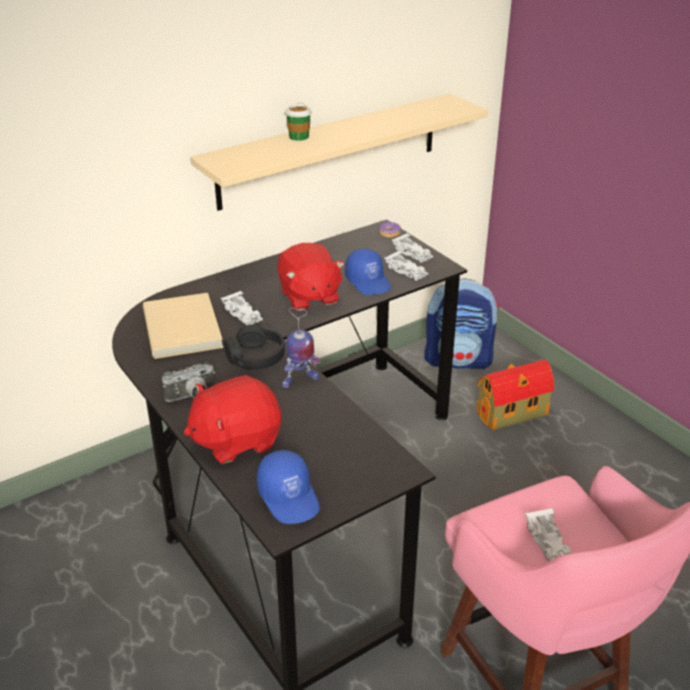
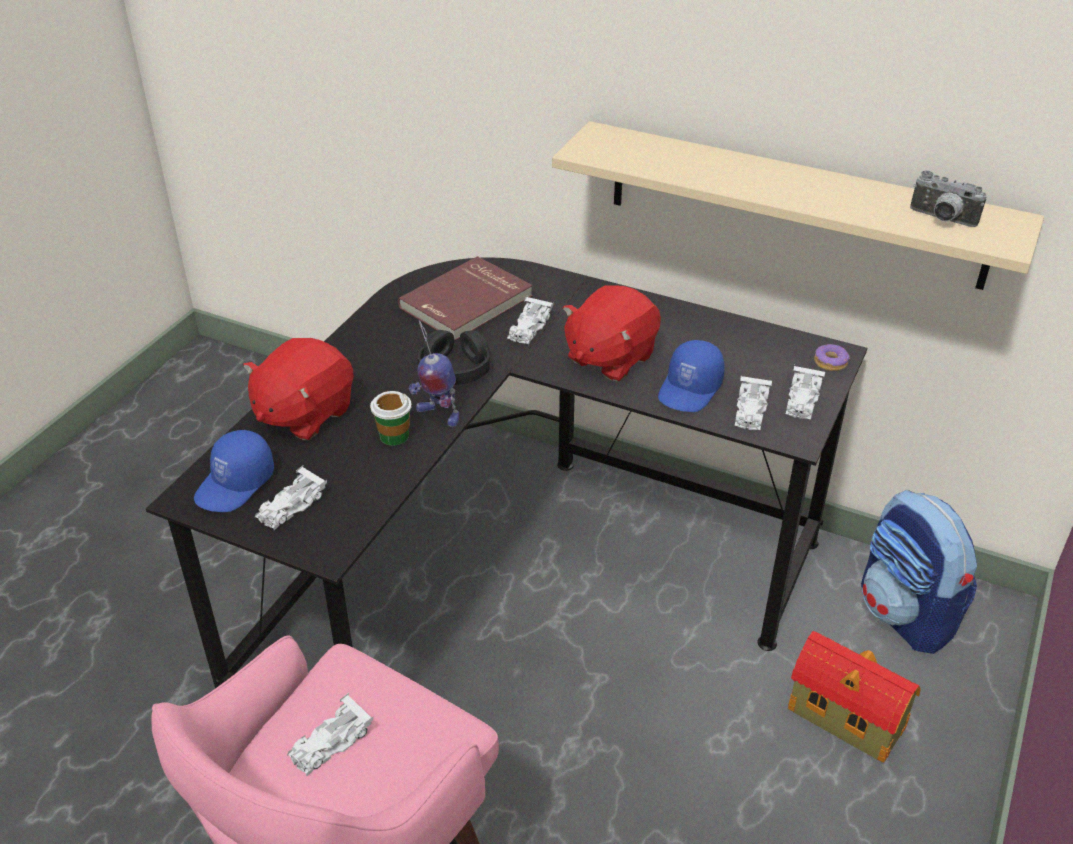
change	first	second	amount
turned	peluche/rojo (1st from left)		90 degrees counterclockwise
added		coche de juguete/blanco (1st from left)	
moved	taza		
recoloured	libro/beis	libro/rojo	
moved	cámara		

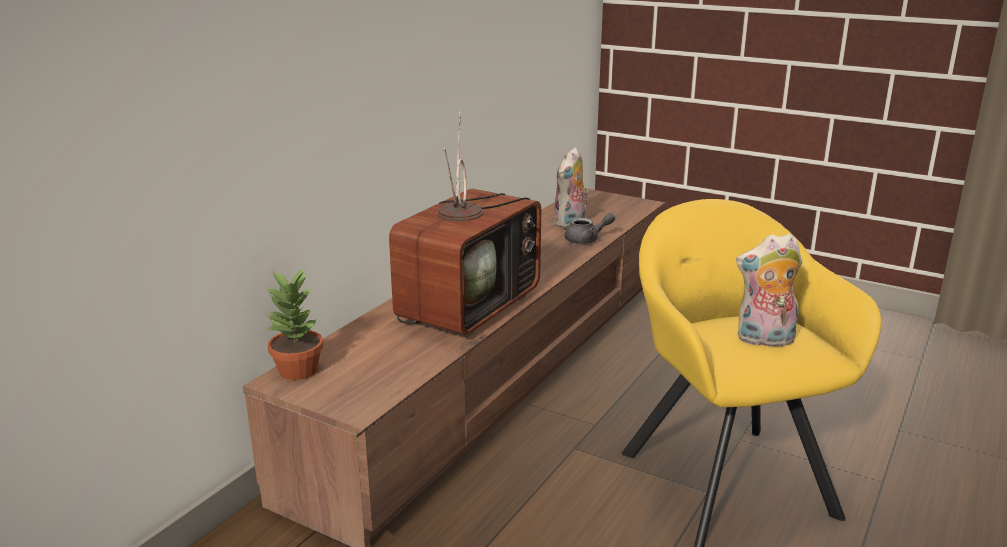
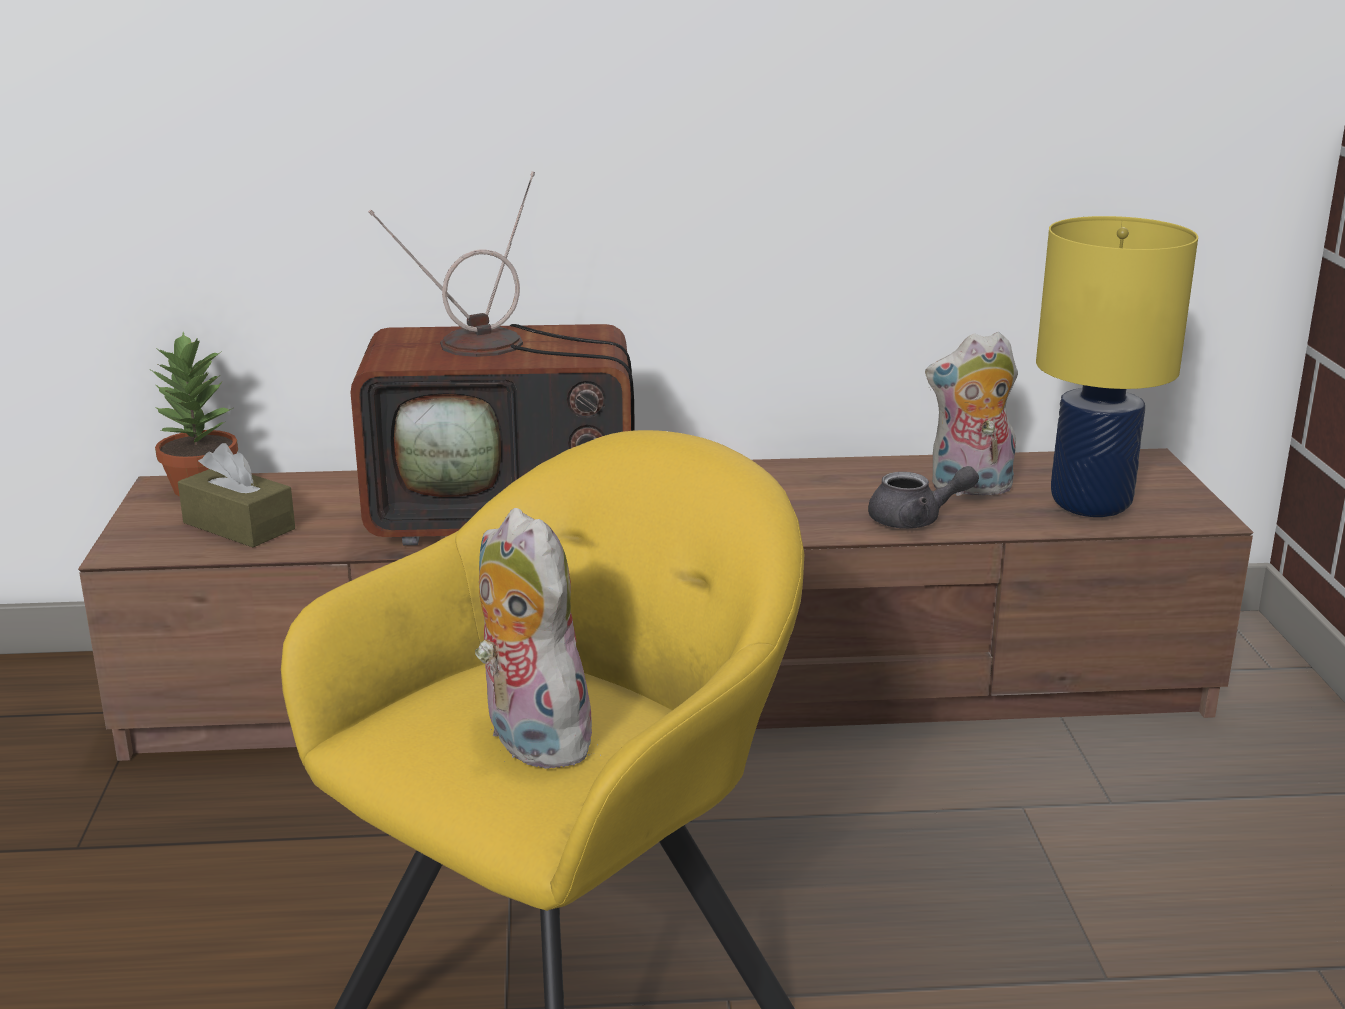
change	first	second	amount
added		caja de pañuelos/marrón	
turned	tetera/gris		45 degrees counterclockwise
added		lámpara de mesa/amarillo	

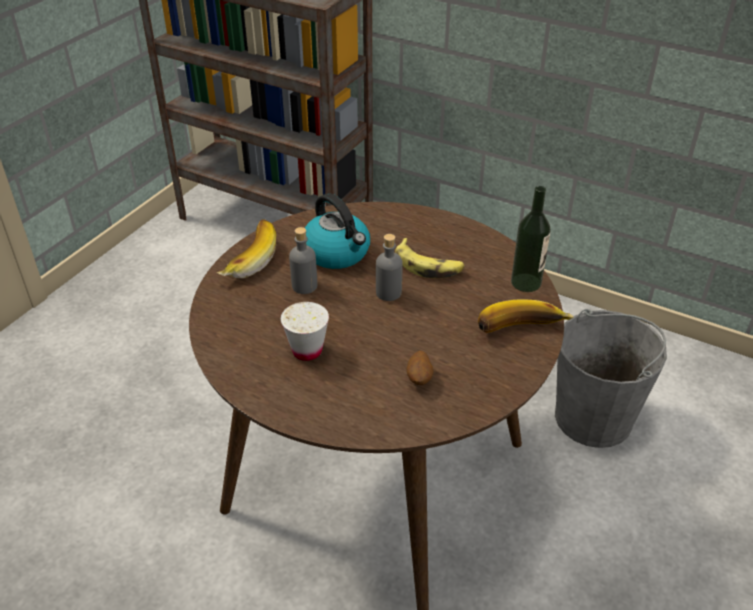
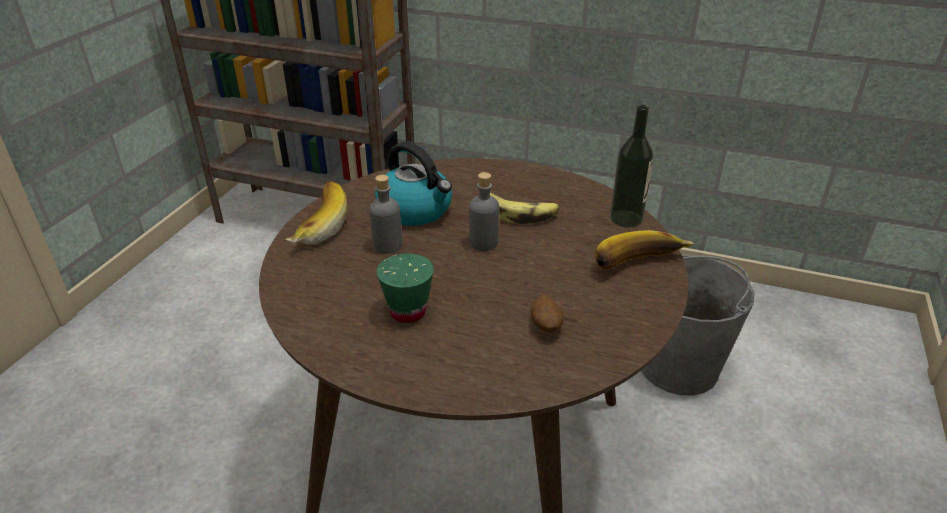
change	first	second	amount
recoloured	taza/blanco	taza/verde	

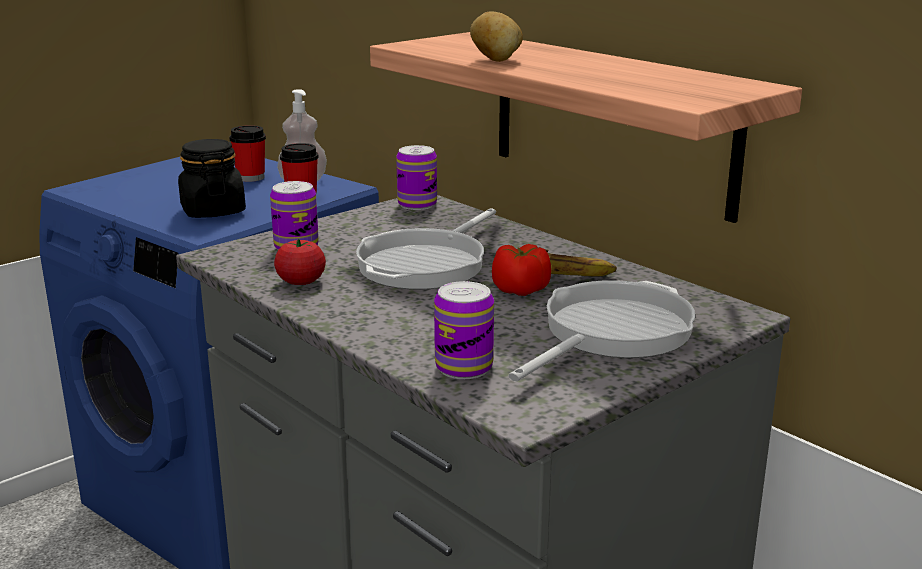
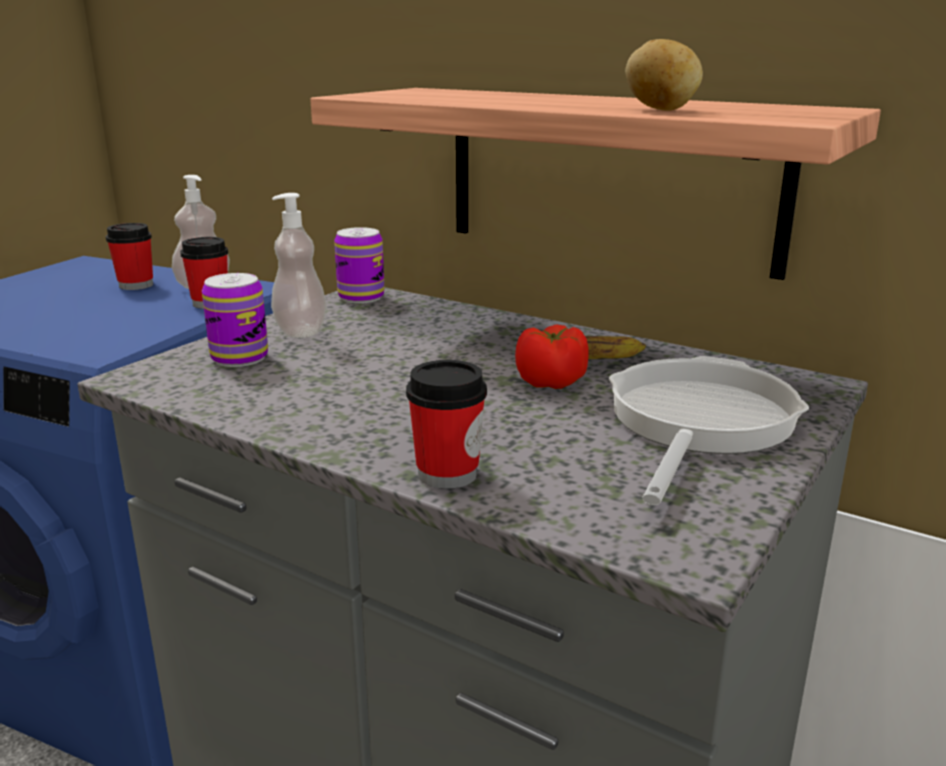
change	first	second	amount
added		dispensador de jabón (2nd from left)	
added		taza (3rd from left)	
moved	patata		
removed	tarro/negro		
removed	tomate (1st from left)		
removed	sartén (1st from left)		
removed	lata (3rd from left)		

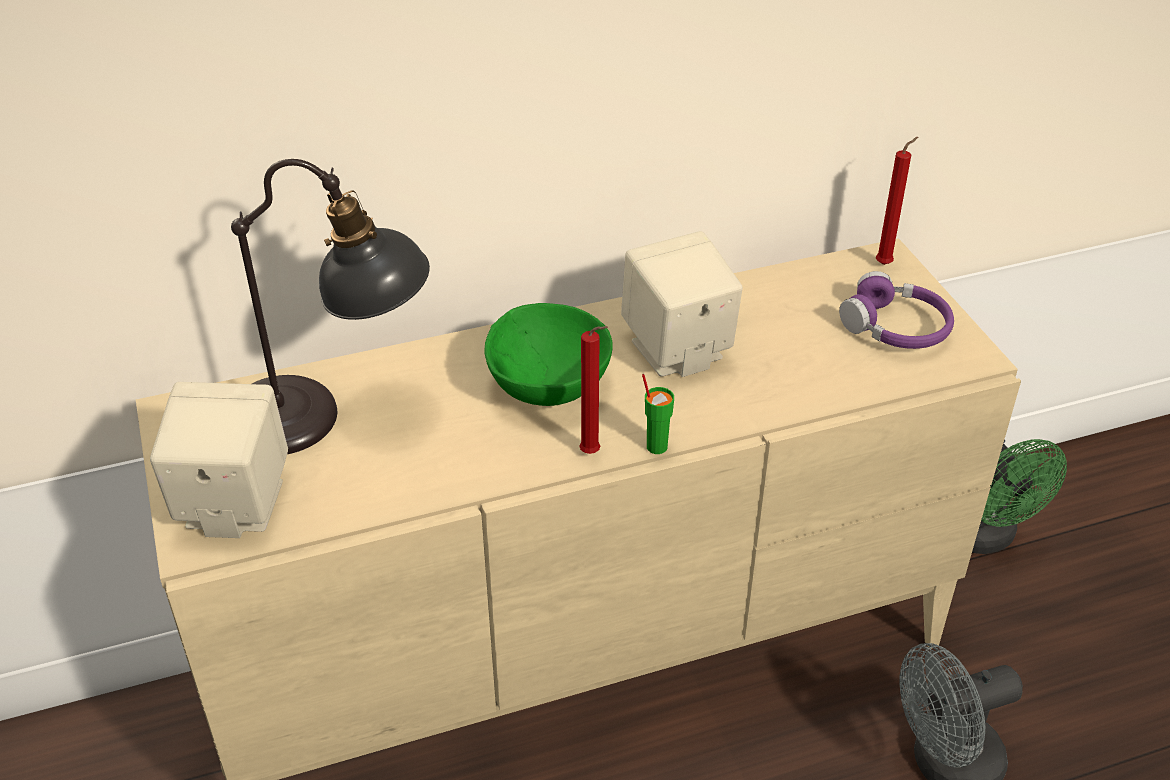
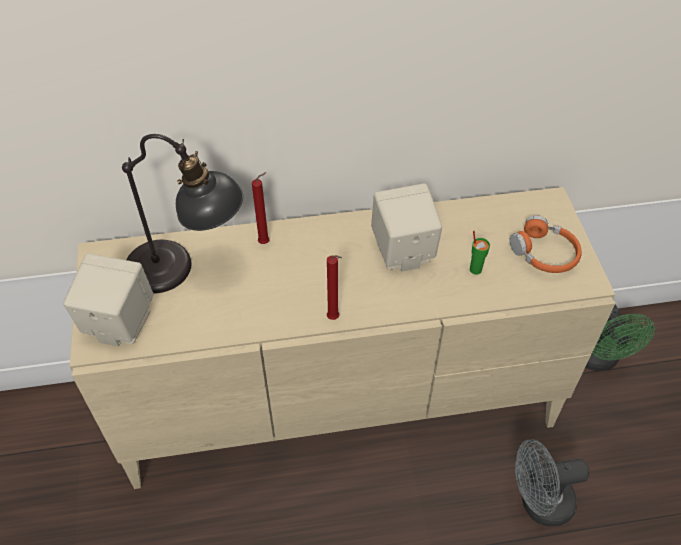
change	first	second	amount
moved	vela/rojo (2nd from left in the first image)	vela/rojo (1st from left)	
moved	taza/verde		
recoloured	auriculares/morado	auriculares/naranja	
removed	cuenco/verde		

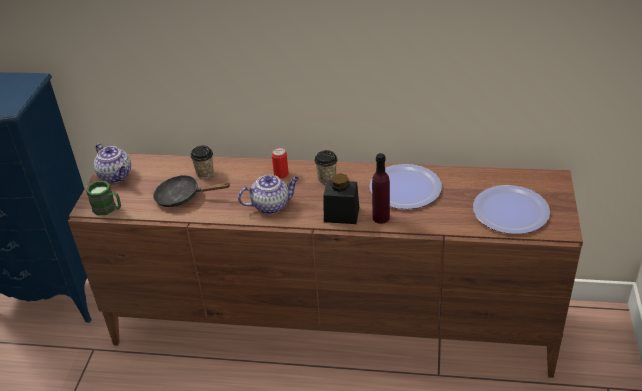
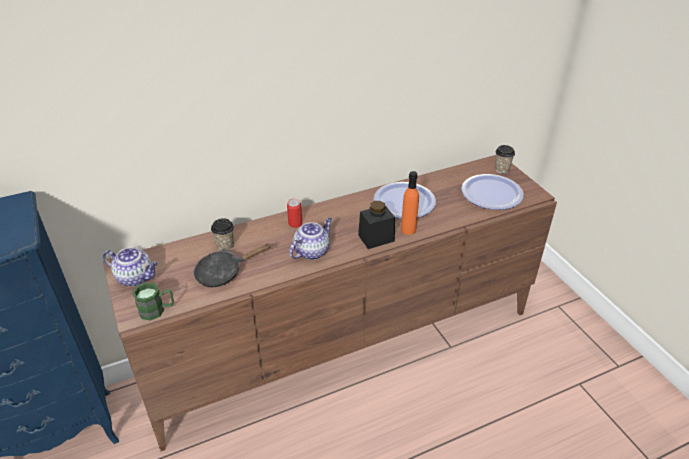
change	first	second	amount
recoloured	botella/morado	botella/naranja	
moved	taza (2nd from left)		

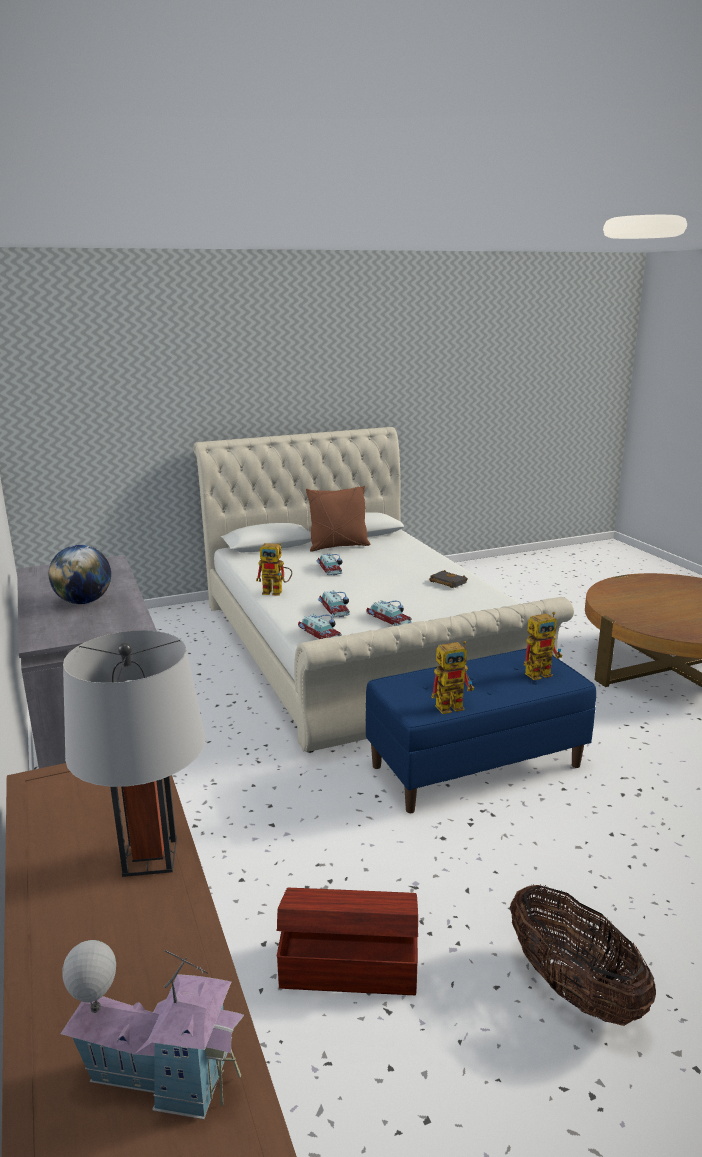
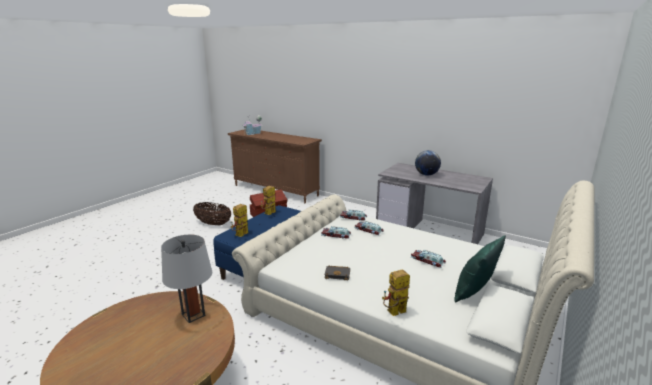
change	first	second	amount
moved	lámpara de mesa/gris		
moved	robot de juguete (1st from left in the first image)	robot de juguete (3rd from left)	
recoloured	cojín/marrón	cojín/verde	

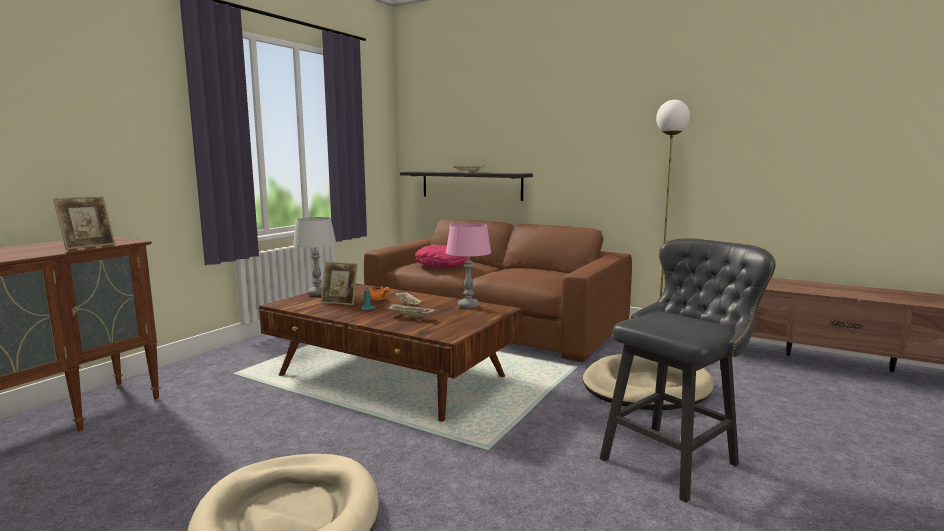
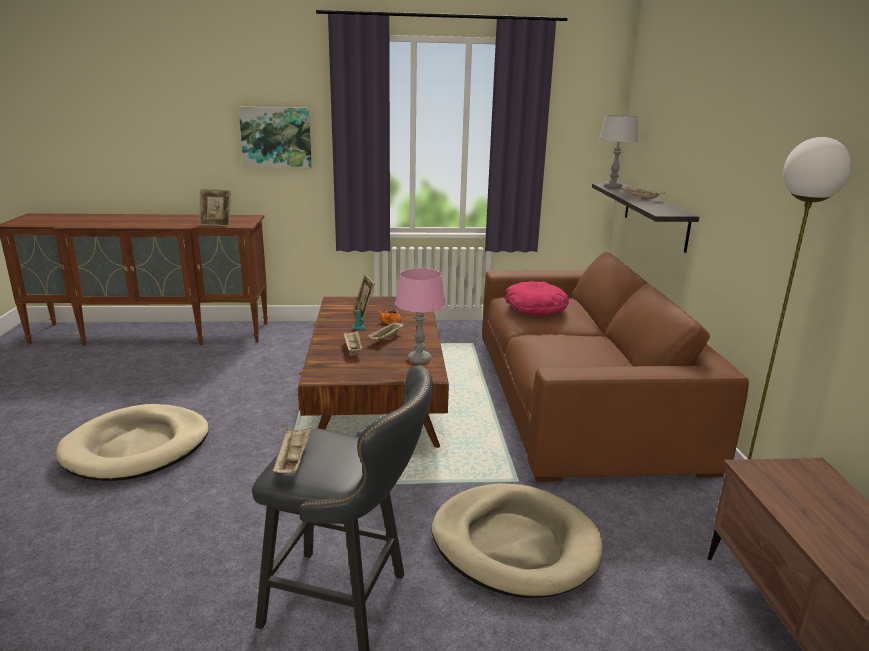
change	first	second	amount
added		cuadro	
added		bandeja/beis (1st from left)	
moved	lámpara de mesa/gris		

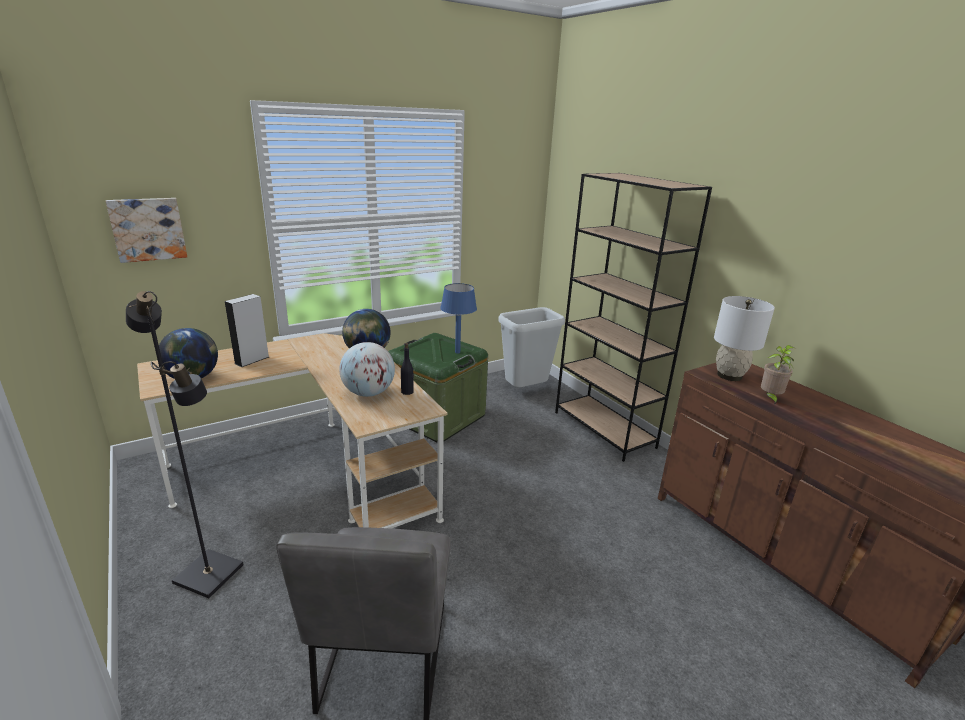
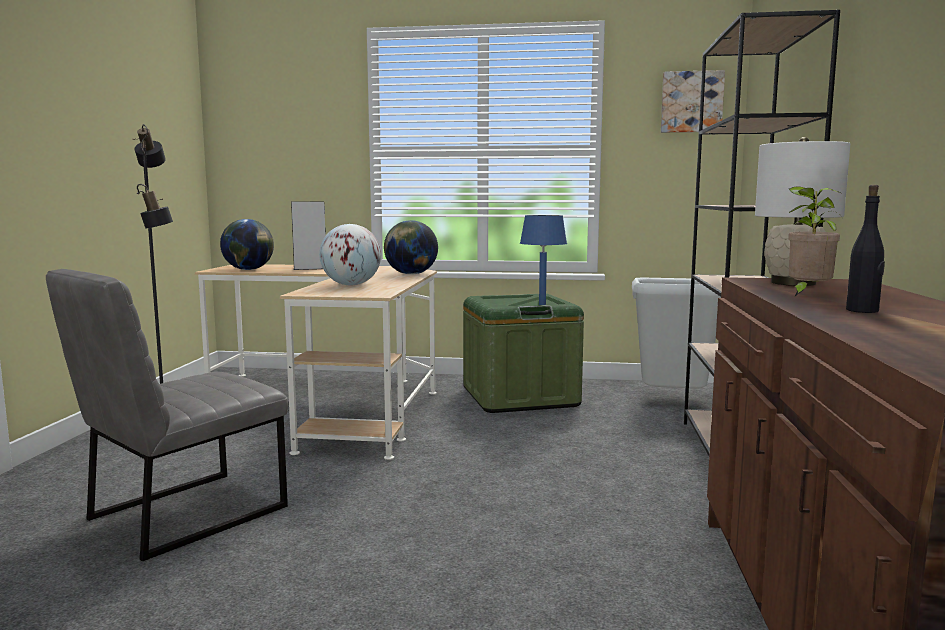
change	first	second	amount
moved	cuadro		
moved	botella/negro		

